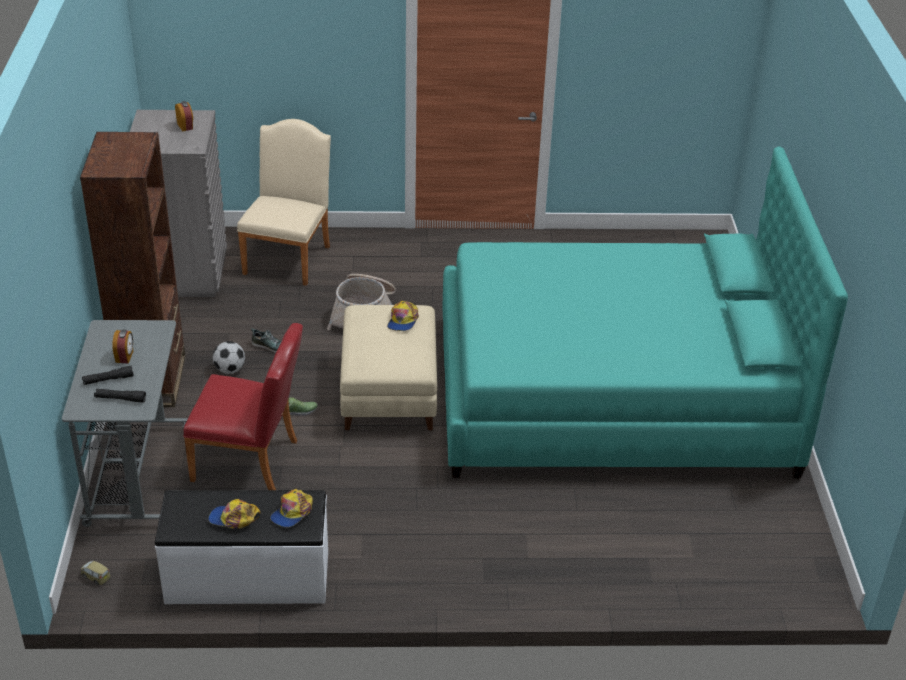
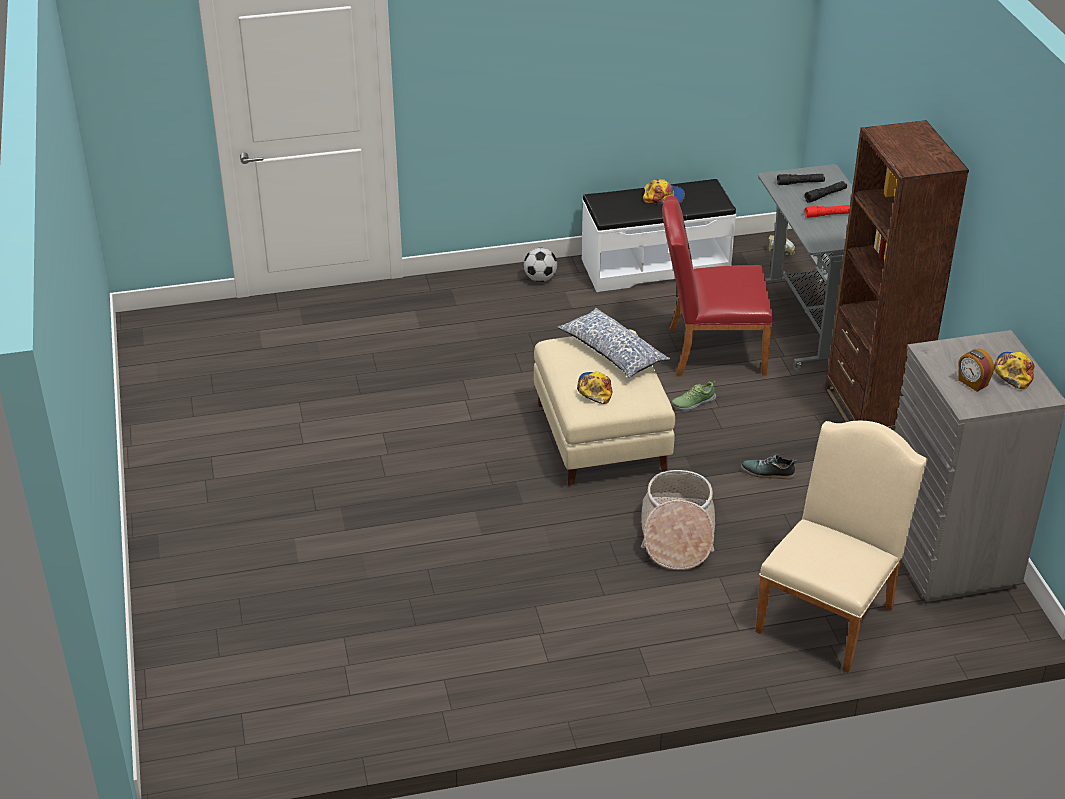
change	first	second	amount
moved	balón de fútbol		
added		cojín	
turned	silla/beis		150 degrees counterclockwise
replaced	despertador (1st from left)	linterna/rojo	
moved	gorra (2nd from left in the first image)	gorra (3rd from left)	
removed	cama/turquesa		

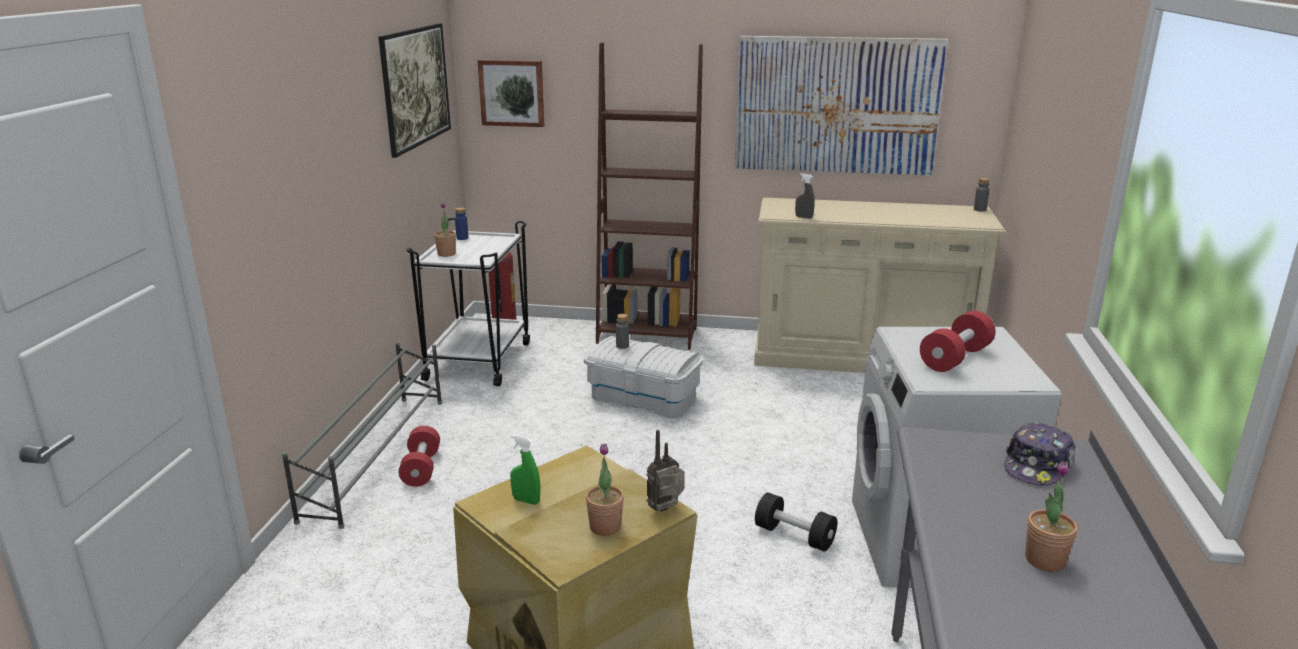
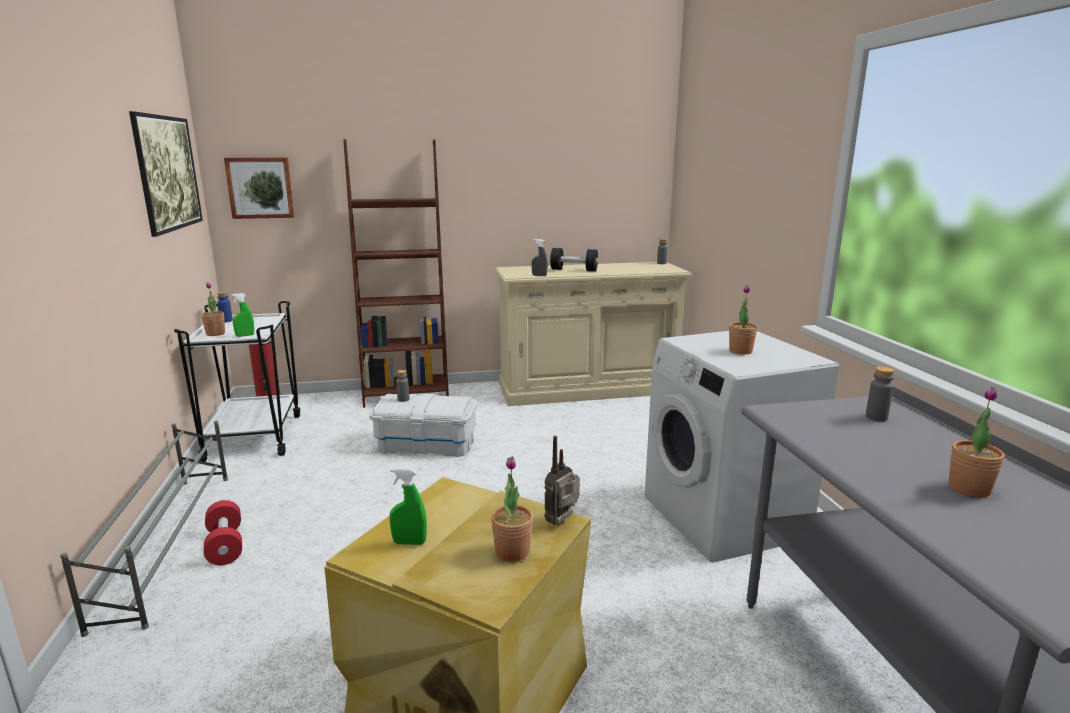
change	first	second	amount
added		pulverizador/verde (1st from left)	
moved	mancuerna/negro		
replaced	mancuerna/rojo (2nd from left)	planta en maceta (3rd from left)	
replaced	gorra	botella/gris (3rd from left)	
removed	cuadro (3rd from left)		

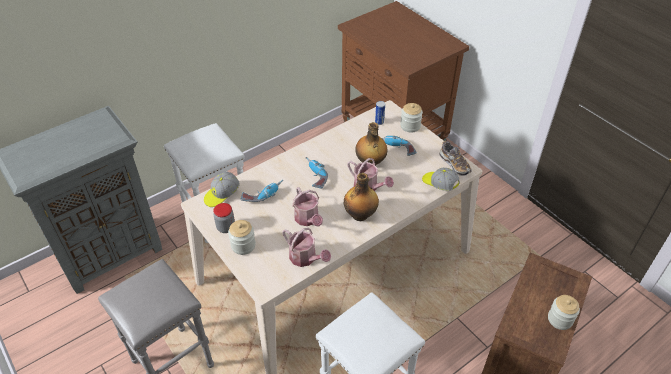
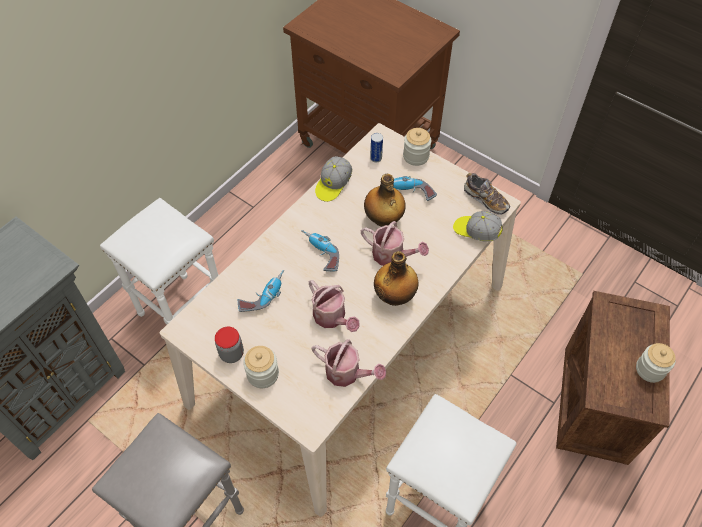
change	first	second	amount
moved	gorra (1st from left)		

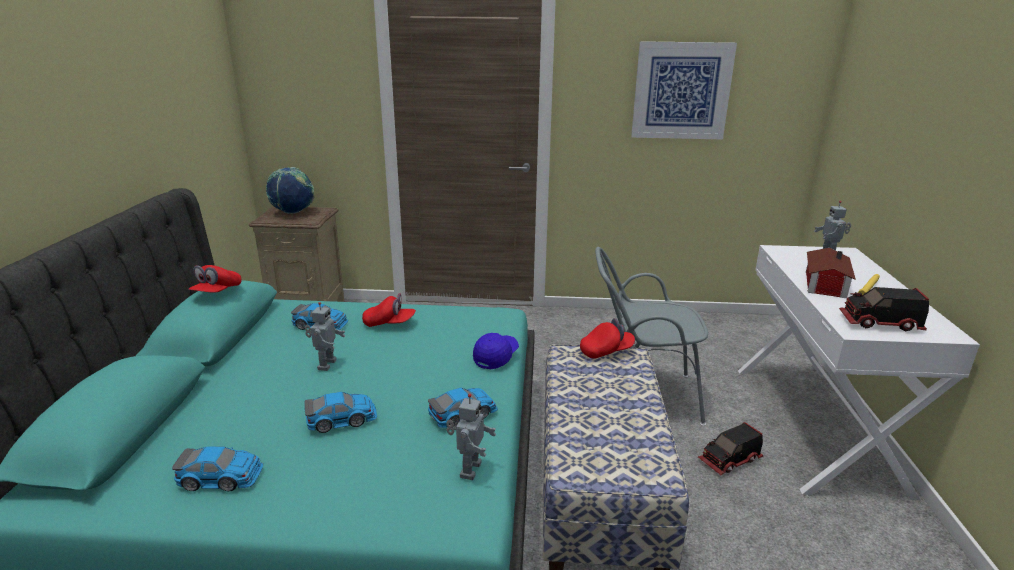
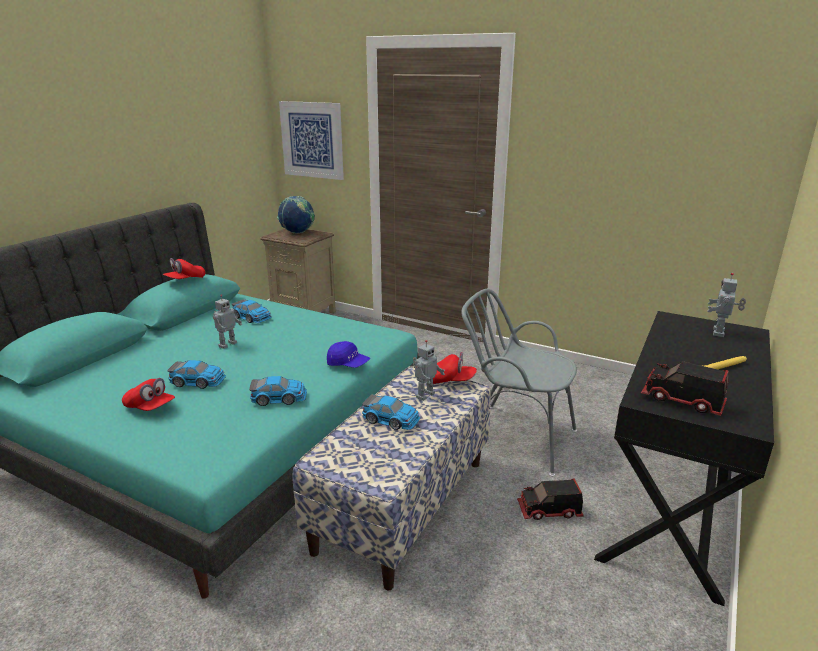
change	first	second	amount
moved	gorra/rojo (2nd from left in the first image)	gorra/rojo (1st from left)	
moved	cuadro		
turned	gorra/azul		60 degrees clockwise
moved	coche de juguete (1st from left in the first image)	coche de juguete (4th from left)	
moved	robot de juguete (2nd from left)		
recoloured	escritorio/blanco	escritorio/negro	
removed	casita		

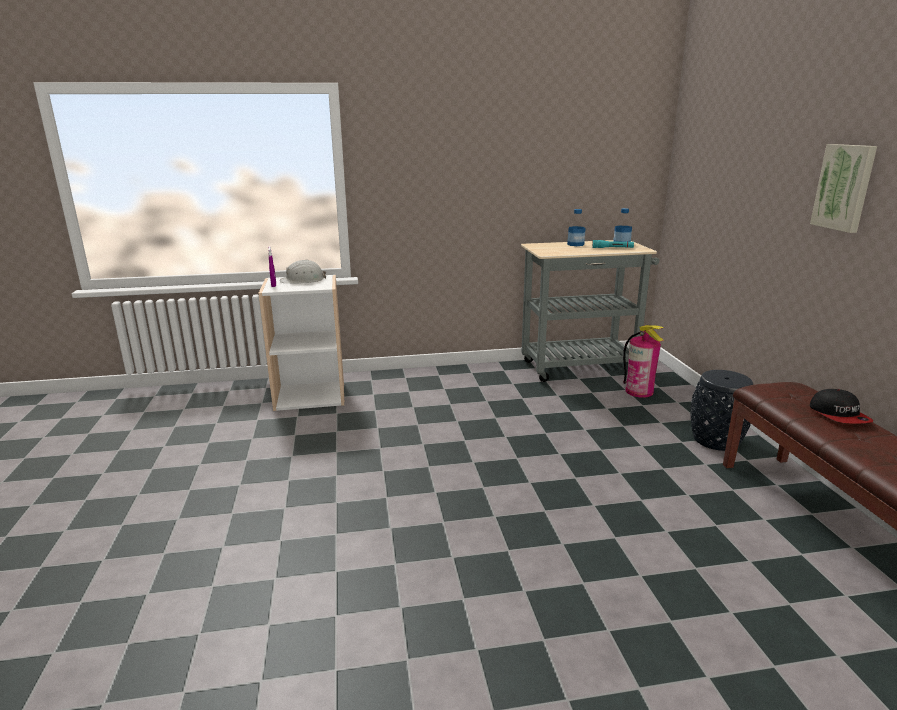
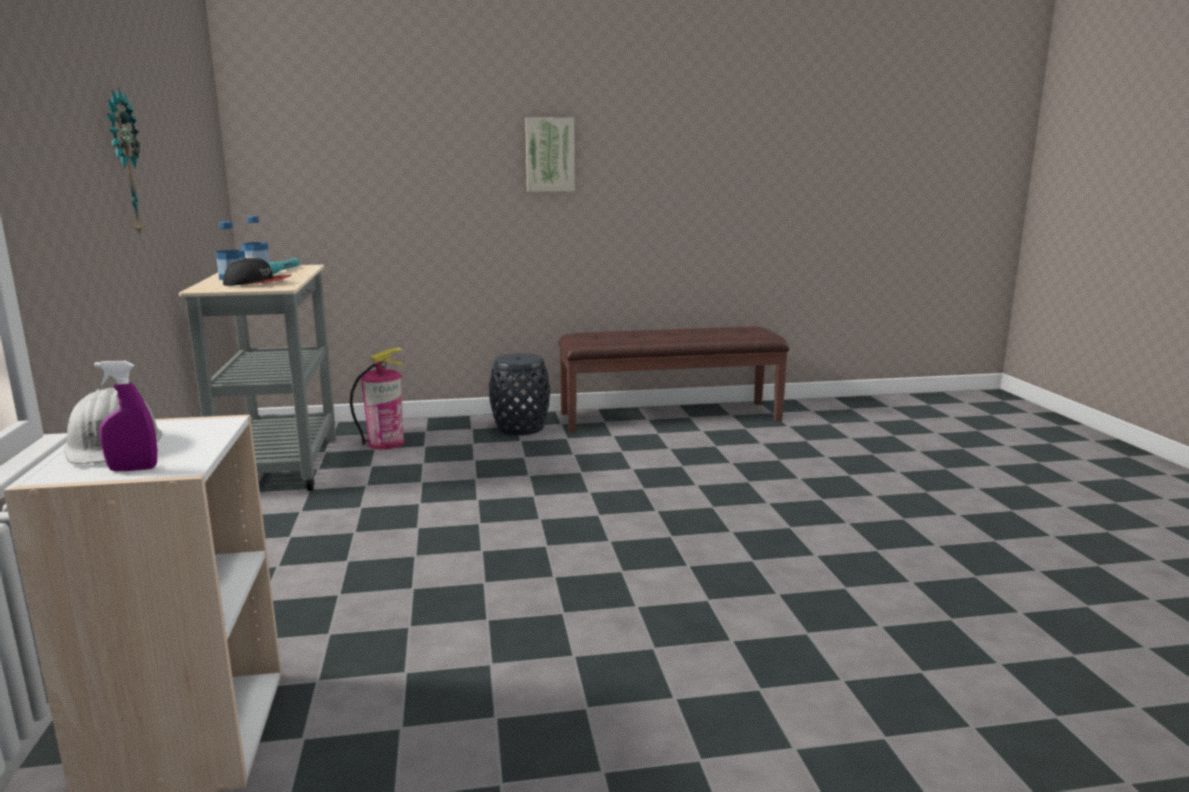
change	first	second	amount
added		reloj de pared	
moved	gorra		

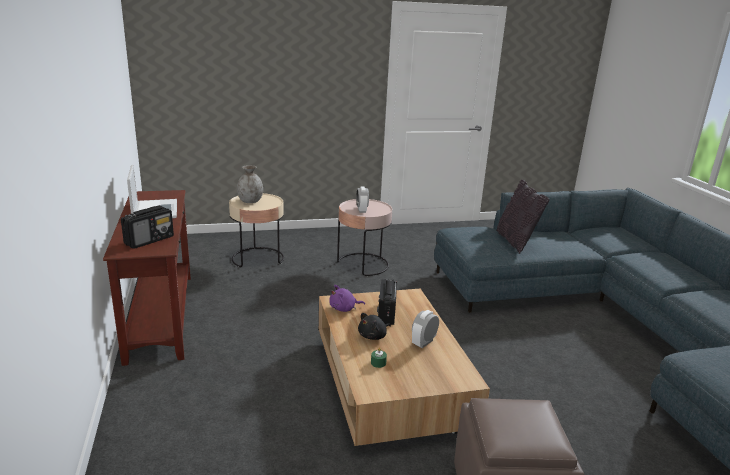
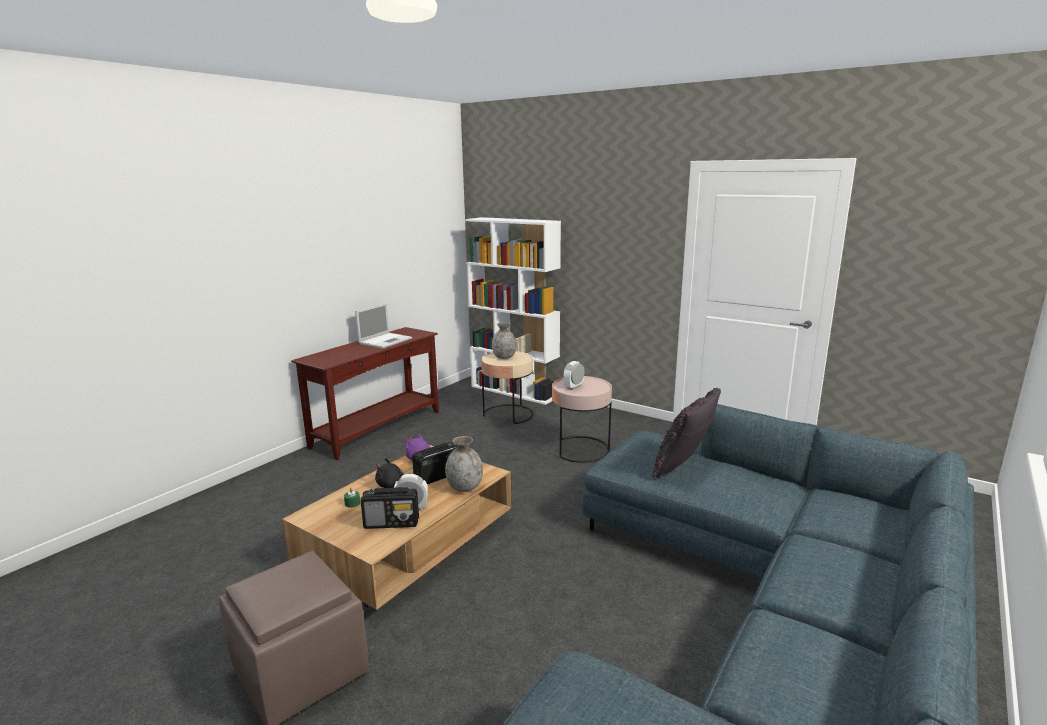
change	first	second	amount
moved	radio (1st from left)		
added		florero/gris (1st from left)	
added		estantería/blanco	

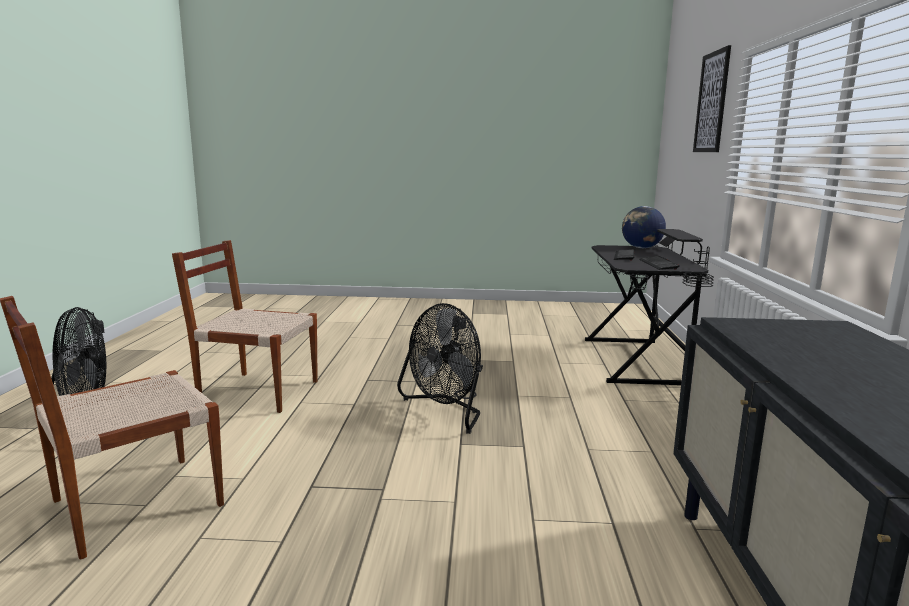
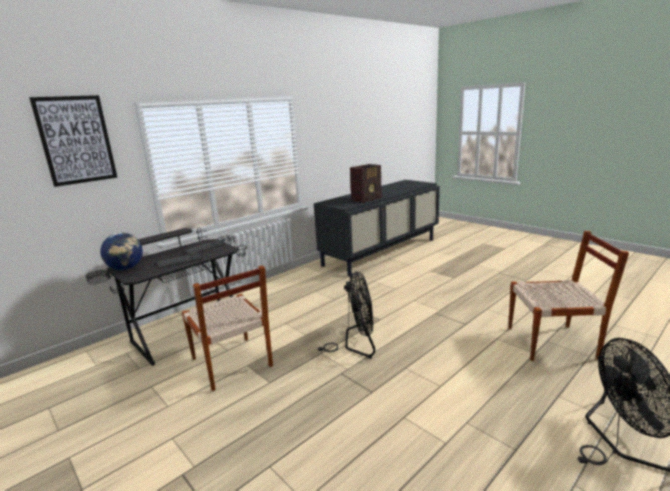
change	first	second	amount
moved	silla (2nd from left in the first image)	silla (1st from left)	
added		radio	

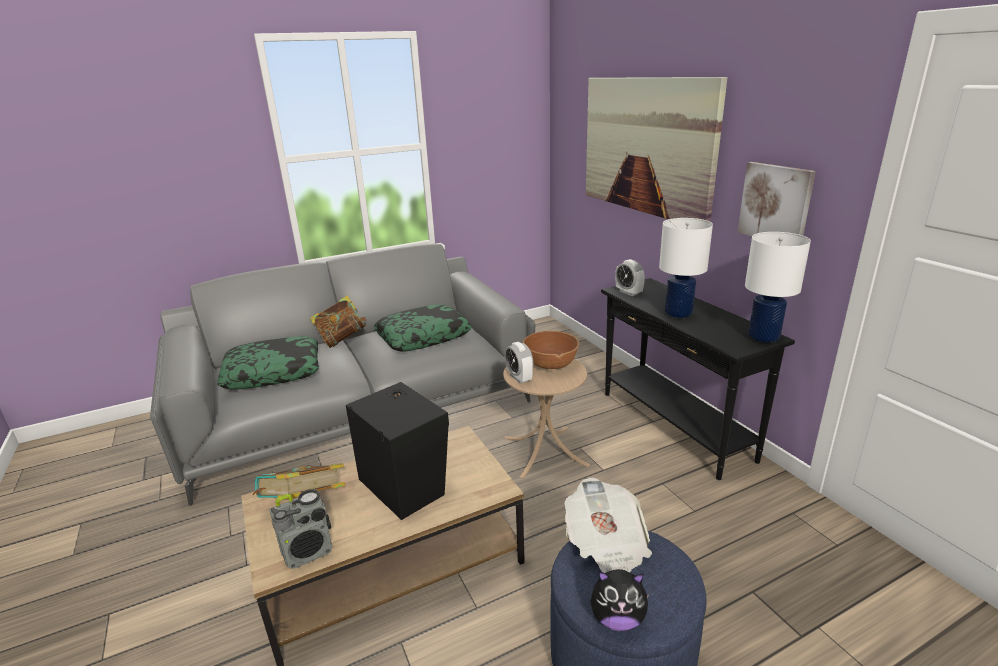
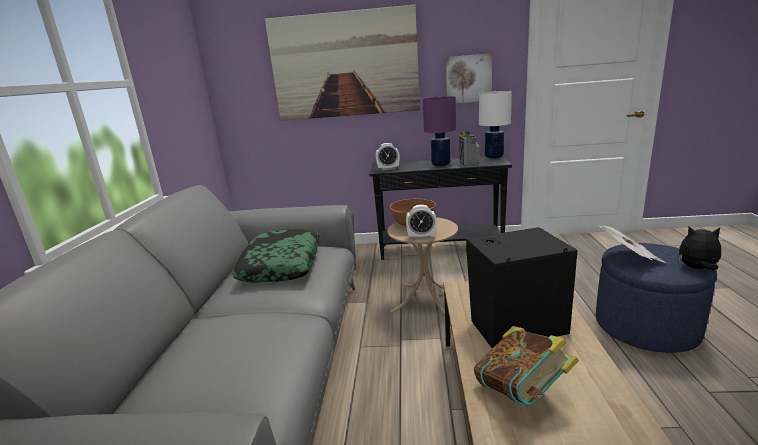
change	first	second	amount
recoloured	lámpara de mesa/blanco (1st from left)	lámpara de mesa/morado	
moved	radio		
turned	peluche		105 degrees counterclockwise
removed	cojín (1st from left)		
removed	libro (2nd from left)		

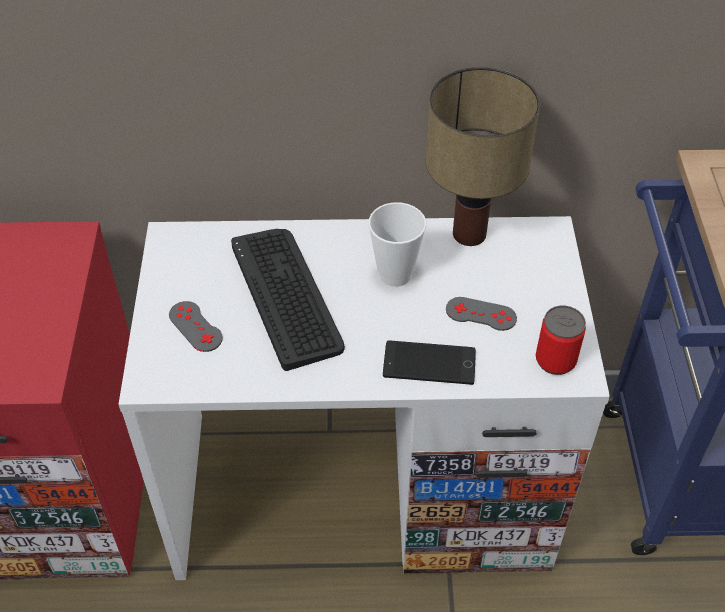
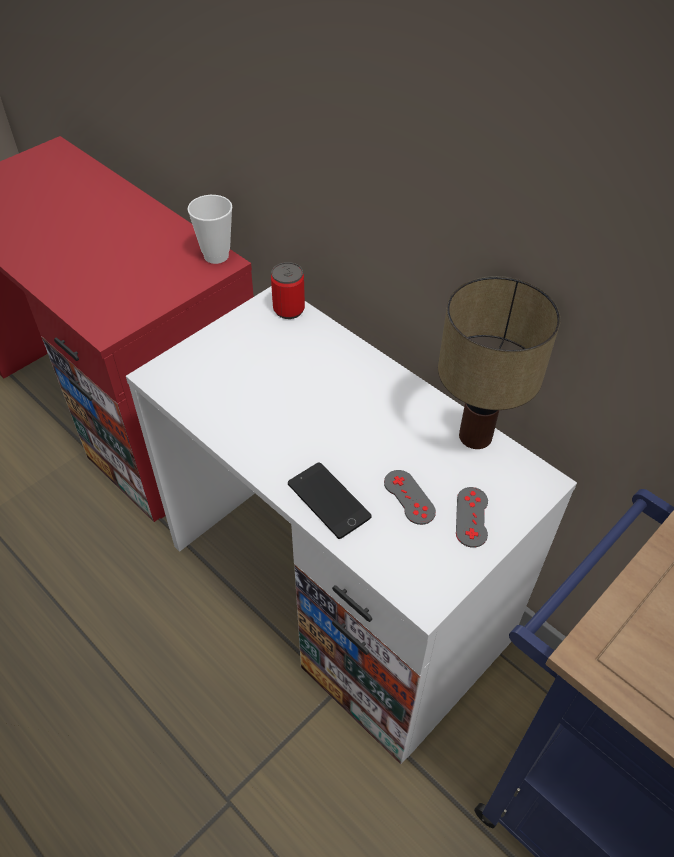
change	first	second	amount
moved	taza		
moved	lata		
moved	mando de consola/gris (1st from left in the first image)	mando de consola/gris (2nd from left)	
removed	teclado		

